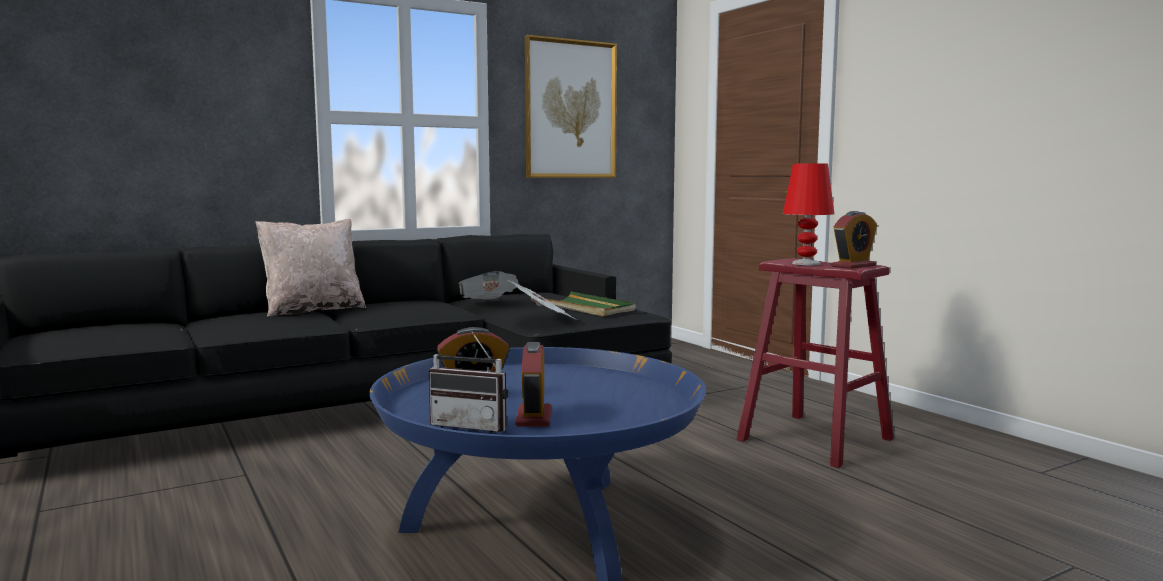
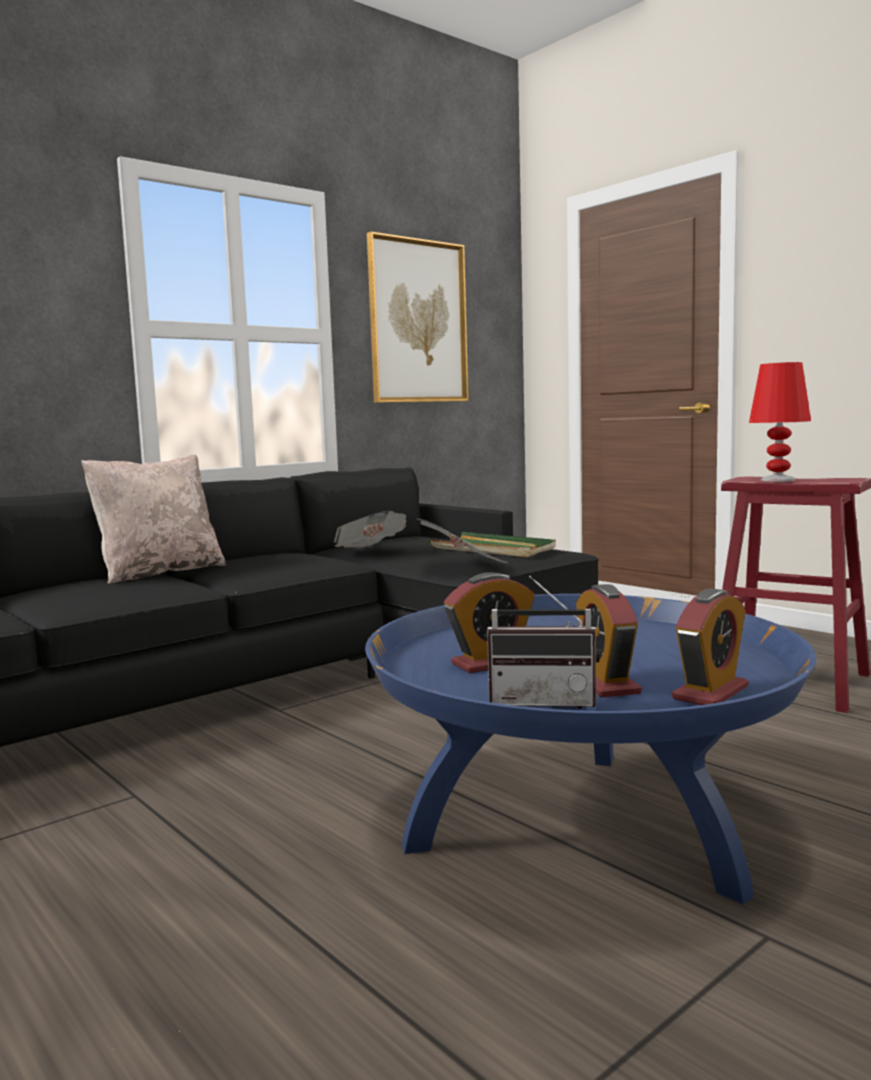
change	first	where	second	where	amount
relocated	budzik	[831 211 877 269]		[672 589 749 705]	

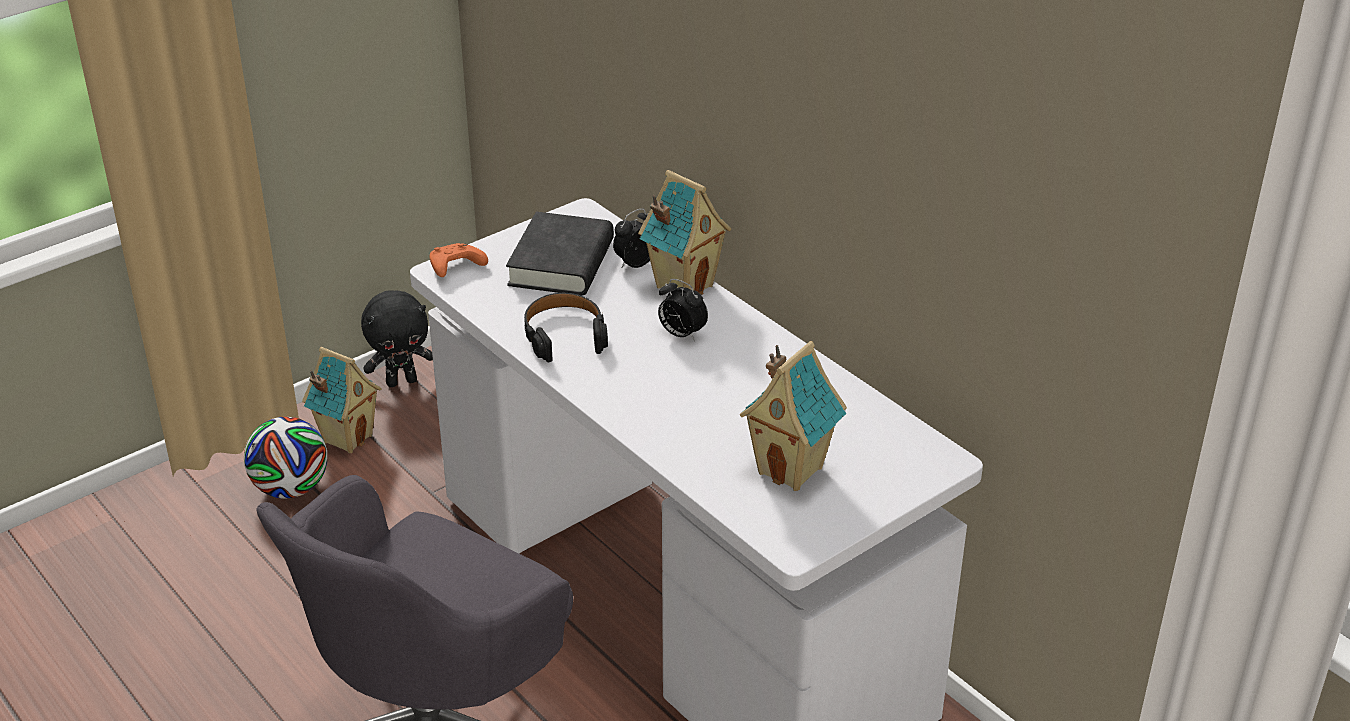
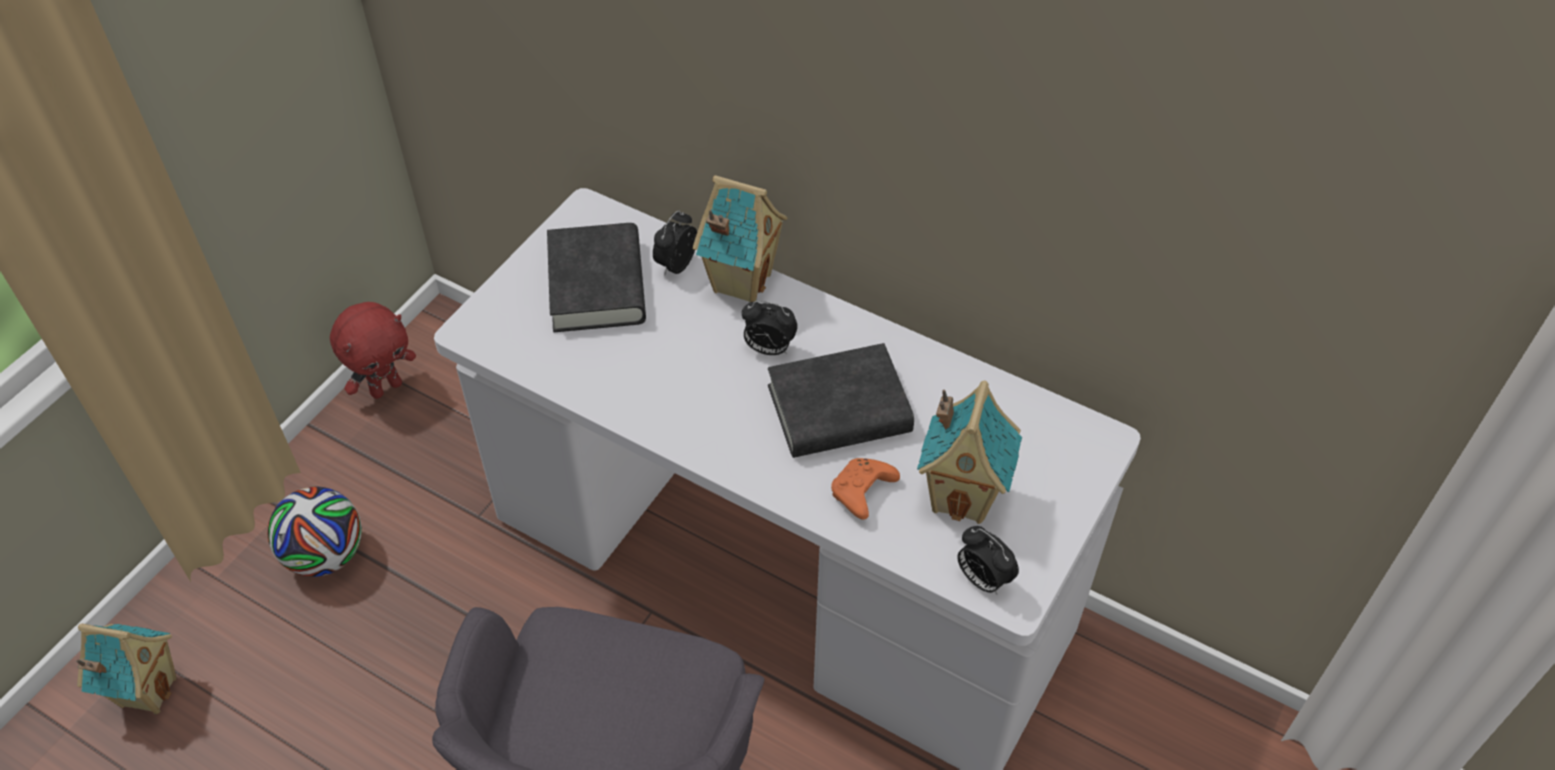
change	first	where	second	where	amount
relocated	domek	[302 347 382 453]		[76 624 176 714]	
colour	pluszak/czarny	[361 291 433 387]	pluszak/czerwony	[330 302 416 399]	
relocated	pad do gier/pomarańczowy	[430 243 488 277]		[831 458 900 520]	
missing	słuchawki/czarny	[524 293 608 362]			
appeared			książka/czarny	[768 343 914 458]	
appeared			budzik	[957 526 1019 594]	

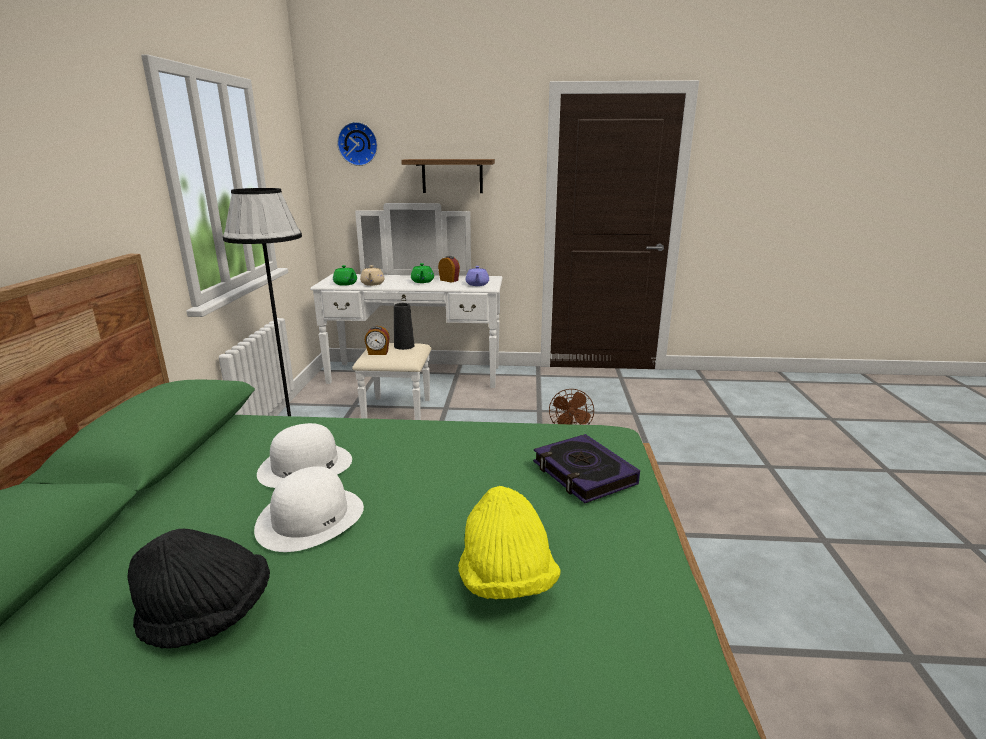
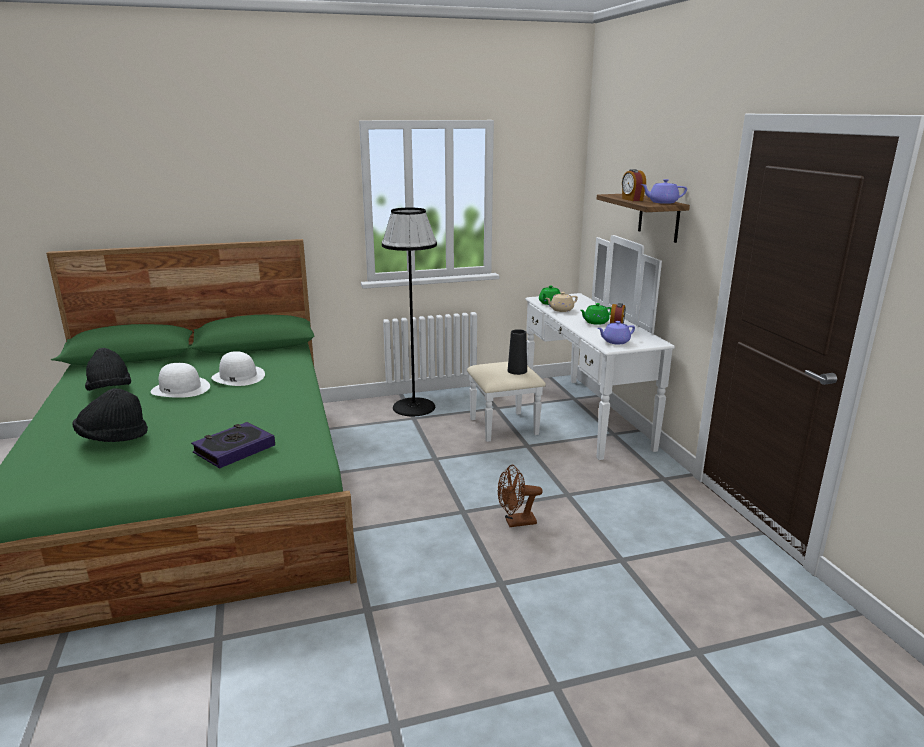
change	first	where	second	where	amount
missing	zegar ścienny	[337 122 378 166]			
relocated	budzik	[365 326 390 355]		[622 169 646 201]	
colour	kapelusz/żółty	[458 486 560 599]	kapelusz/czarny	[72 388 148 442]	
appeared			imbryk/fioletowy	[641 179 687 204]	

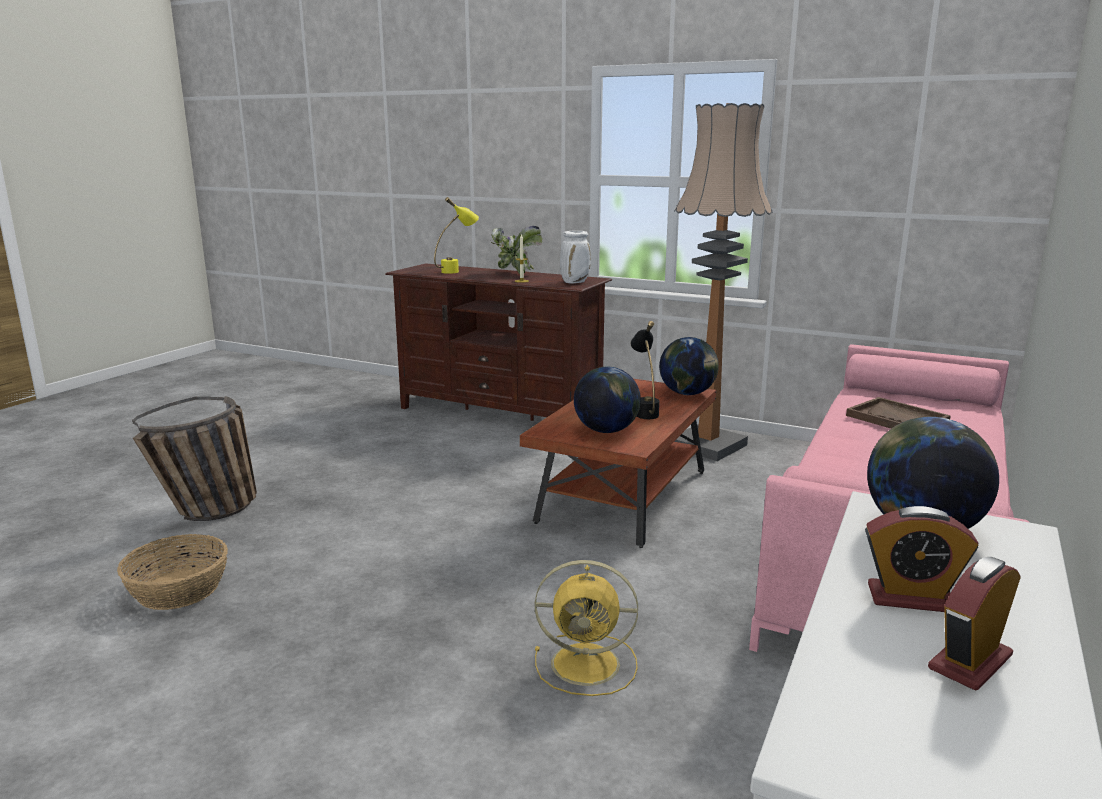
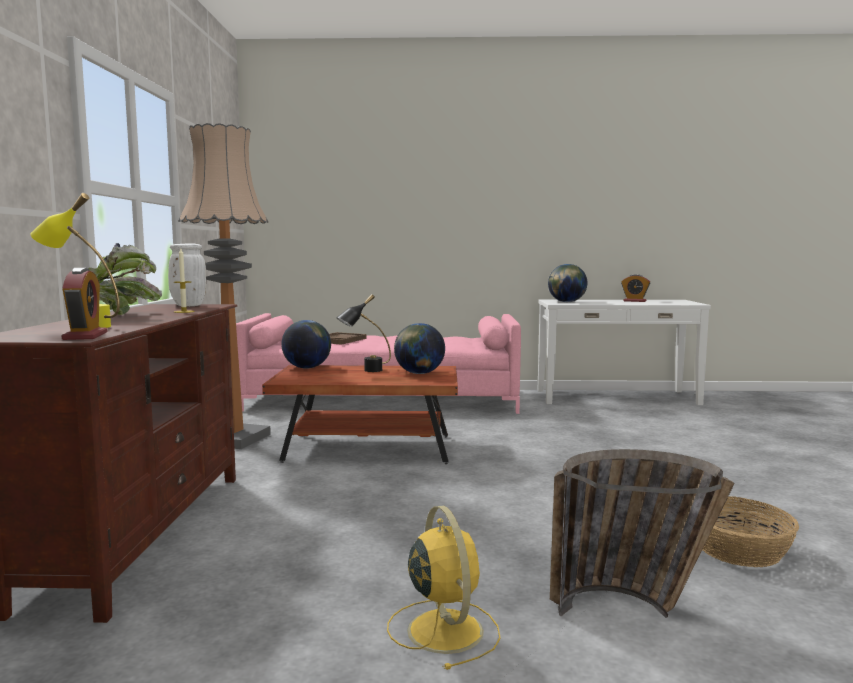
change	first	where	second	where	amount
relocated	wentylator/żółty	[535 560 638 696]		[387 506 501 670]	
relocated	budzik	[865 506 979 612]		[61 268 107 340]	

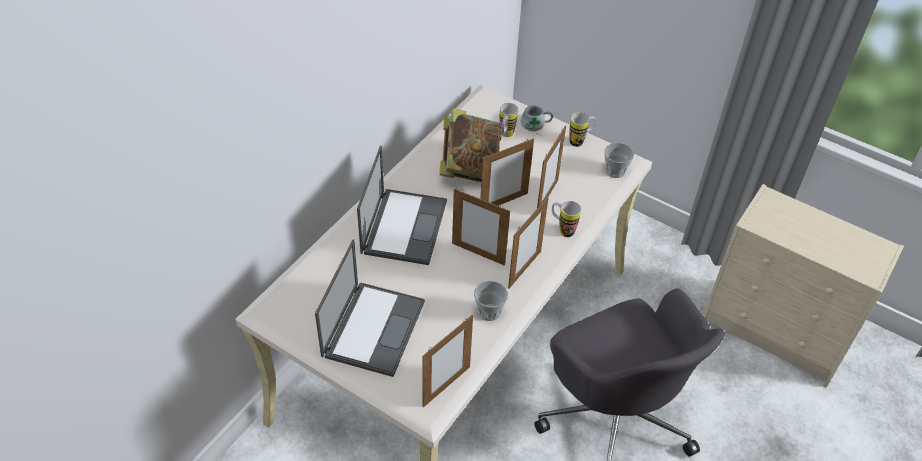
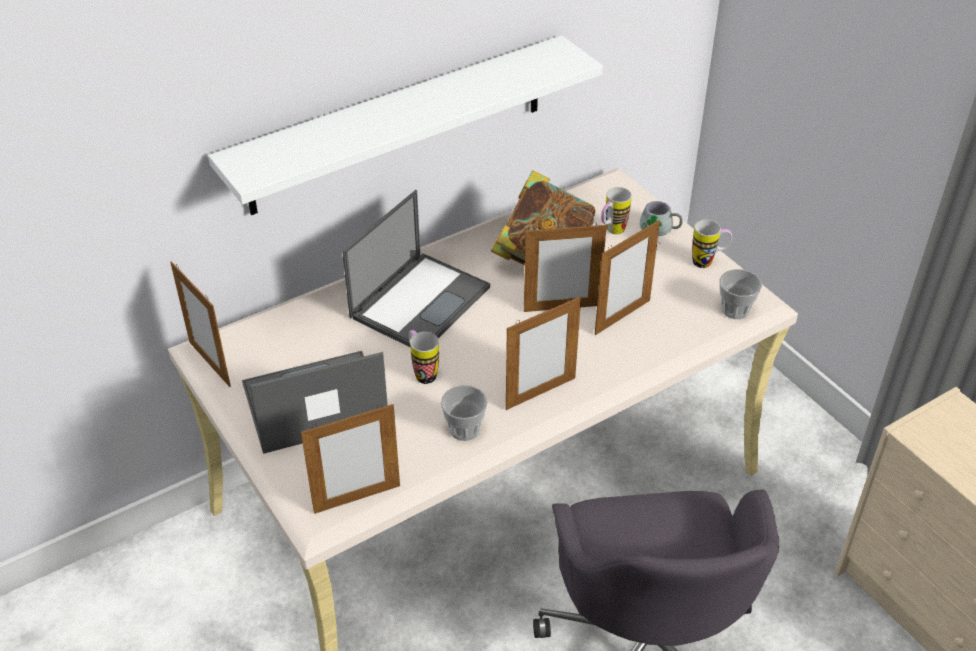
change	first	where	second	where	amount
spun	laptop	[315 239 425 377]		[242 351 388 454]	150 degrees counterclockwise
relocated	ramka na zdjęcie	[452 189 510 266]		[170 261 231 387]	
relocated	kubek	[552 201 581 237]		[408 330 439 384]	
appeared			półka/biały	[208 35 603 215]	

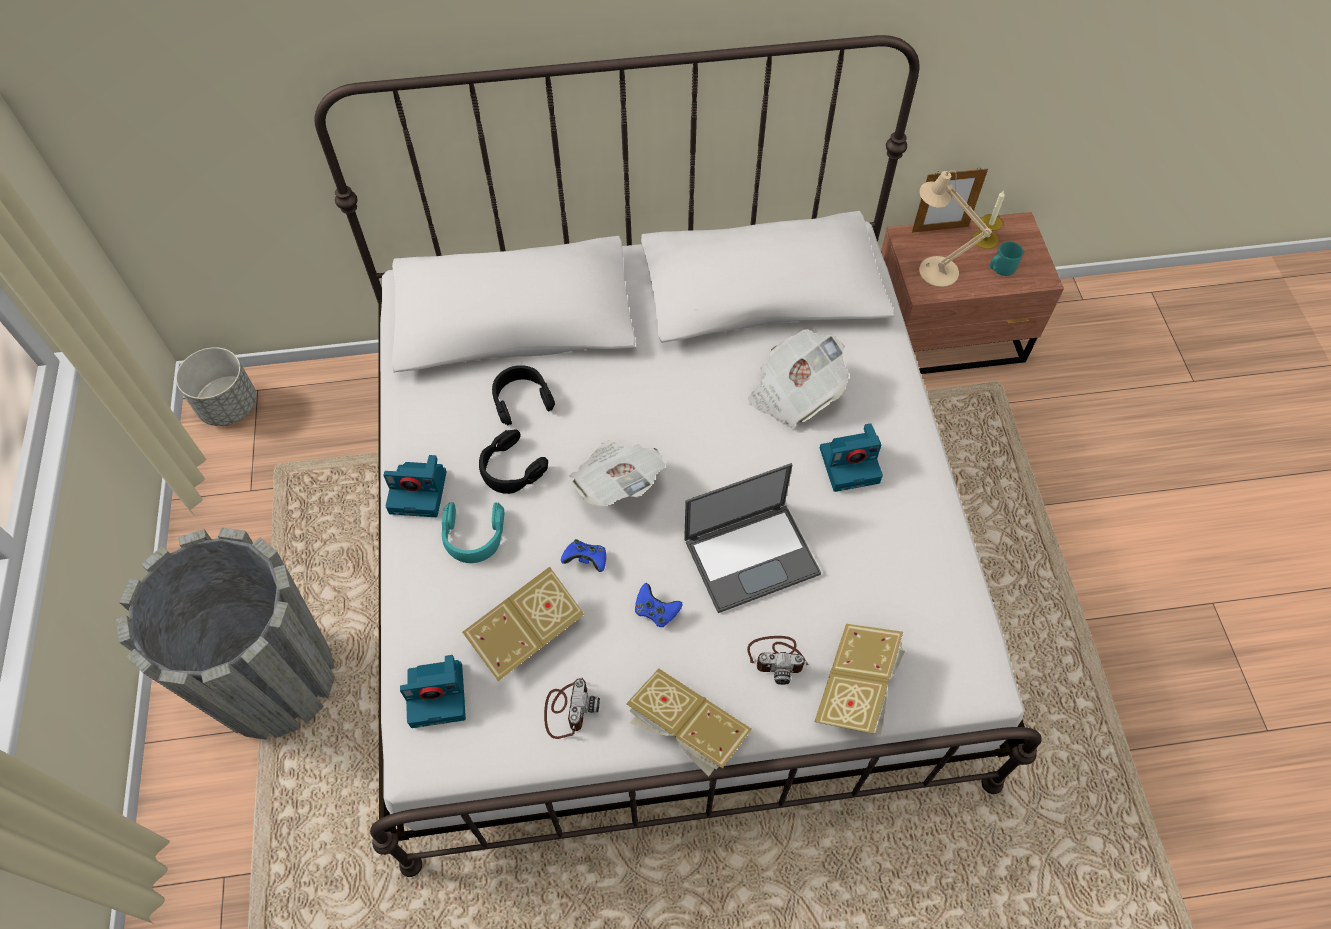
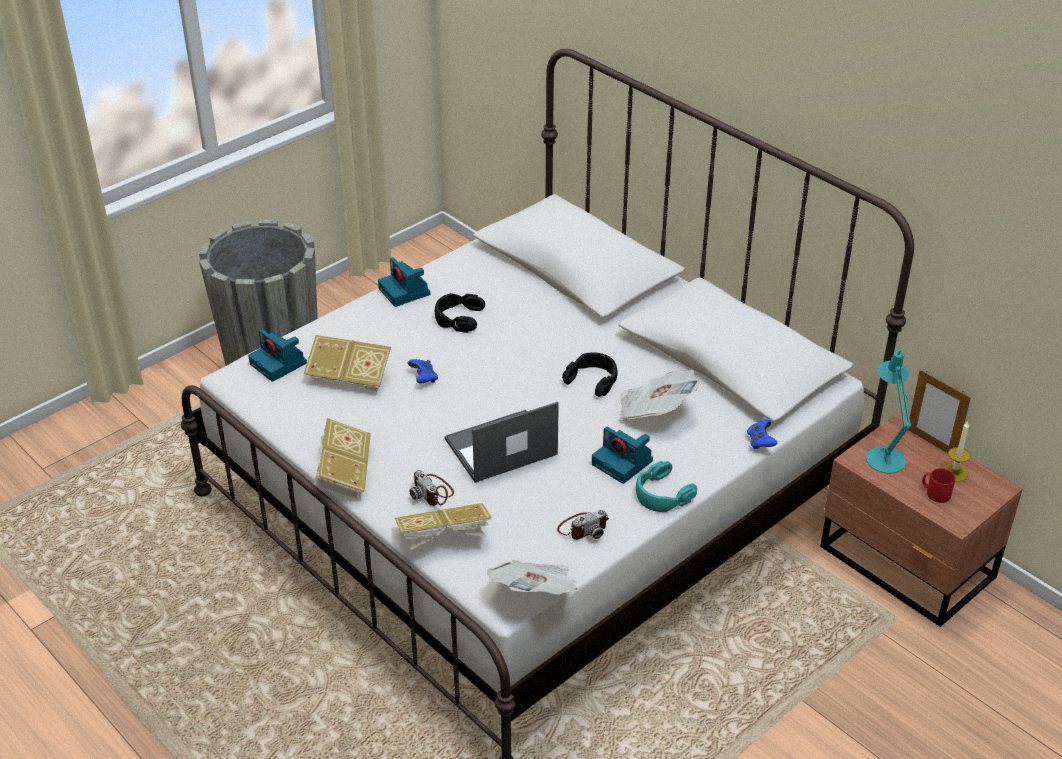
change	first	where	second	where	amount
missing	donica/szary	[176 347 256 426]			
relocated	słuchawki/turkusowy	[442 502 504 563]		[636 461 697 512]	
relocated	słuchawki/czarny	[492 365 555 425]		[562 352 618 397]	
relocated	aparat fotograficzny	[544 678 600 739]		[557 510 609 540]	
relocated	gazeta	[569 440 666 506]		[487 560 577 594]	
relocated	pad do gier/niebieski	[635 583 683 627]		[747 419 777 449]	
spun	laptop	[684 463 821 613]		[445 402 559 483]	120 degrees clockwise
colour	lampa stołowa/beżowy	[919 170 991 287]	lampa stołowa/turkusowy	[866 350 911 473]	
colour	kubek/turkusowy	[990 241 1023 276]	kubek/czerwony	[923 468 955 503]	

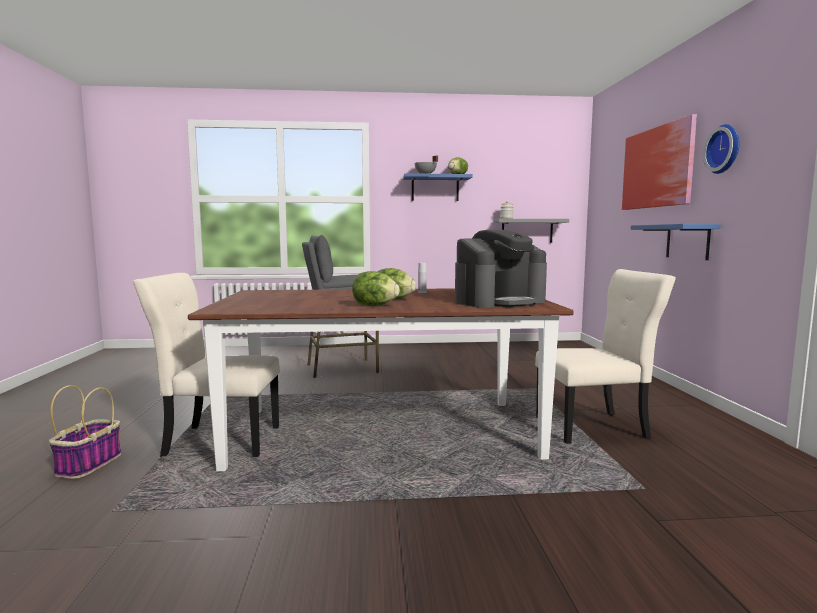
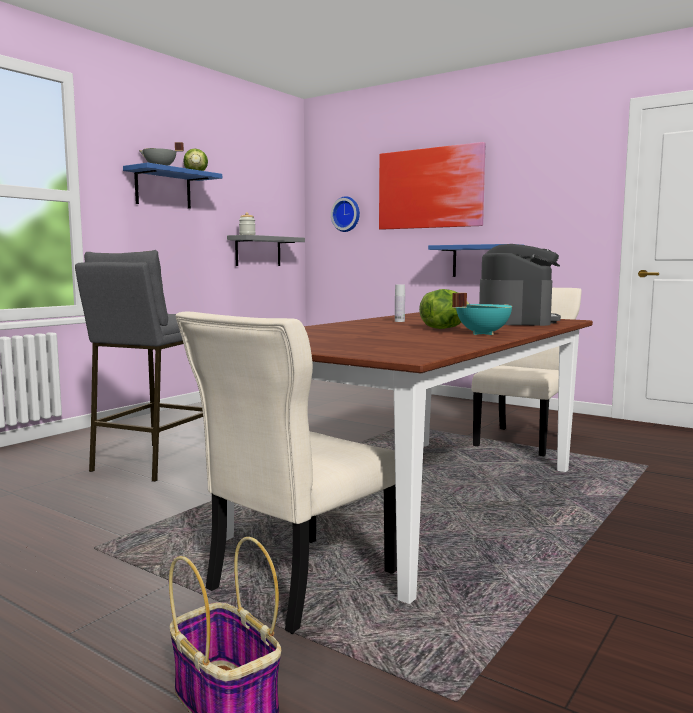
change	first	where	second	where	amount
exchanged	sałata	[352 271 400 306]	garnek/turkusowy	[452 293 512 335]	
relocated	zegar ścienny	[703 124 740 174]		[331 196 360 232]	

